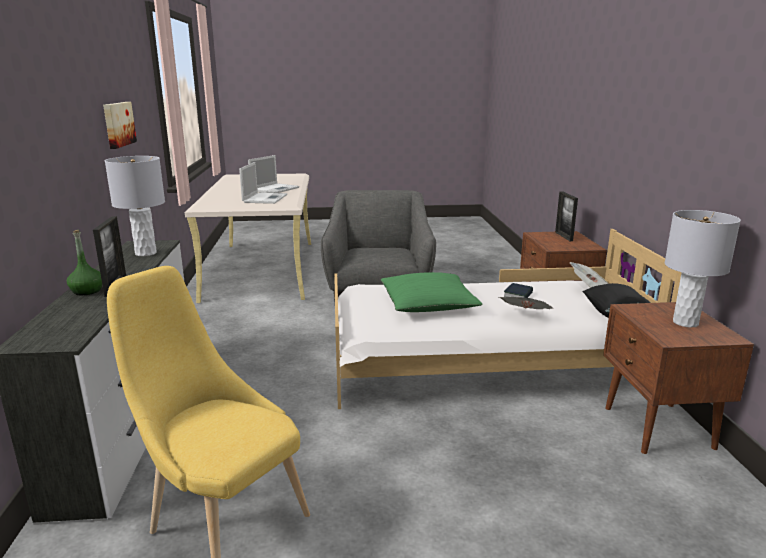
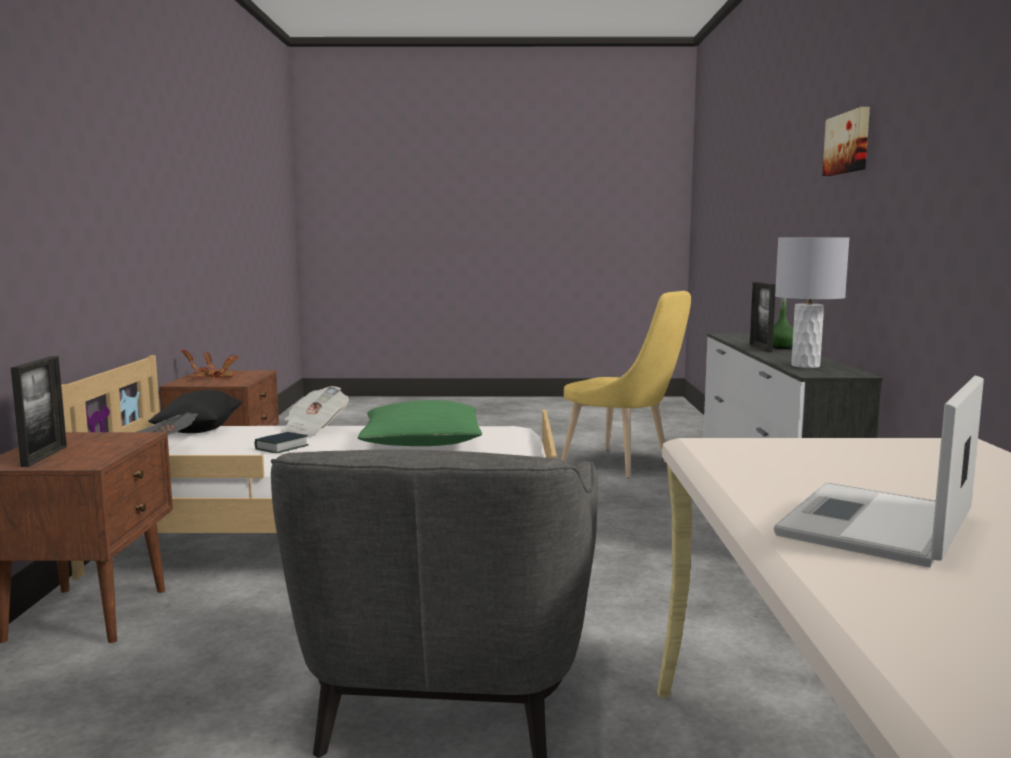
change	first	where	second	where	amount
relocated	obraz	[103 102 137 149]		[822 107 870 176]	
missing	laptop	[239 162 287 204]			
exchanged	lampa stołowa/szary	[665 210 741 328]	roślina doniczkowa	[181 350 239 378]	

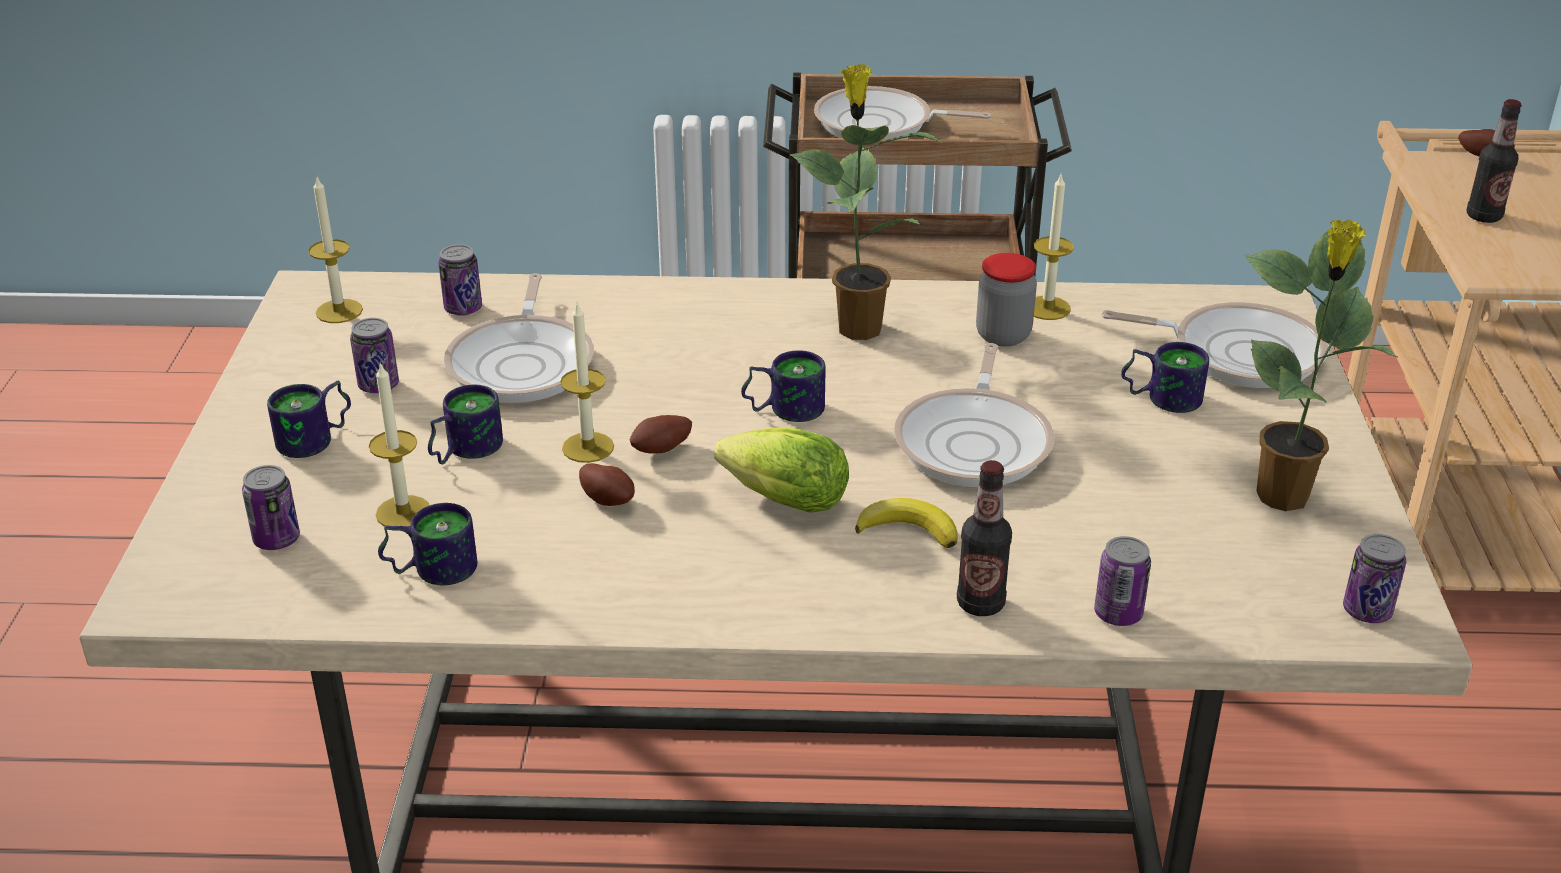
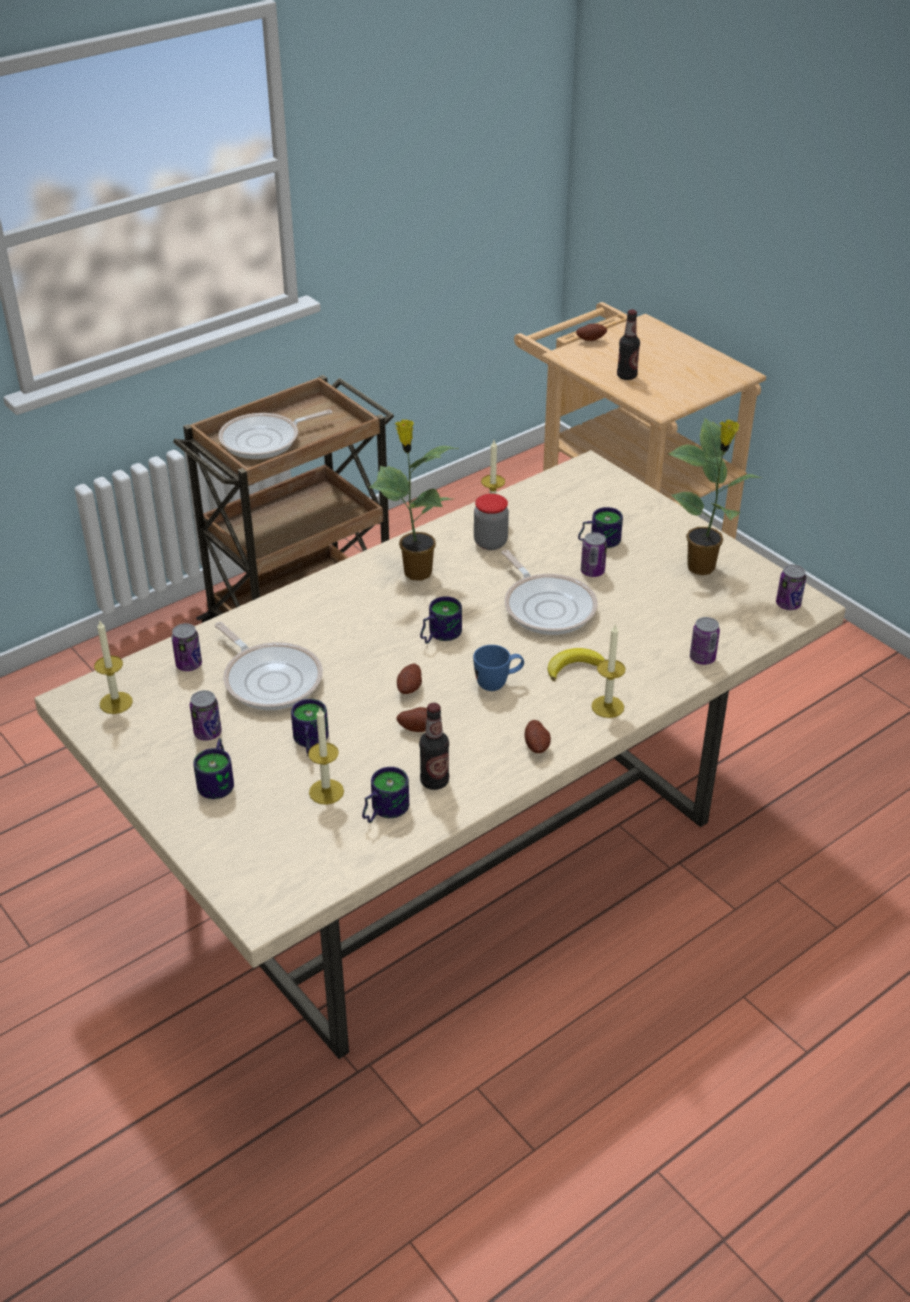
change	first	where	second	where	amount
relocated	puszka	[242 465 300 550]		[581 532 607 577]	
relocated	świeca	[560 303 614 463]		[592 623 626 718]	
exchanged	sałata	[714 427 849 513]	kubek/niebieski	[473 645 524 691]	
relocated	butelka	[957 460 1012 616]		[419 703 449 790]	
missing	patelnia	[1101 302 1328 388]			
appeared			ziemniak	[525 720 551 753]	

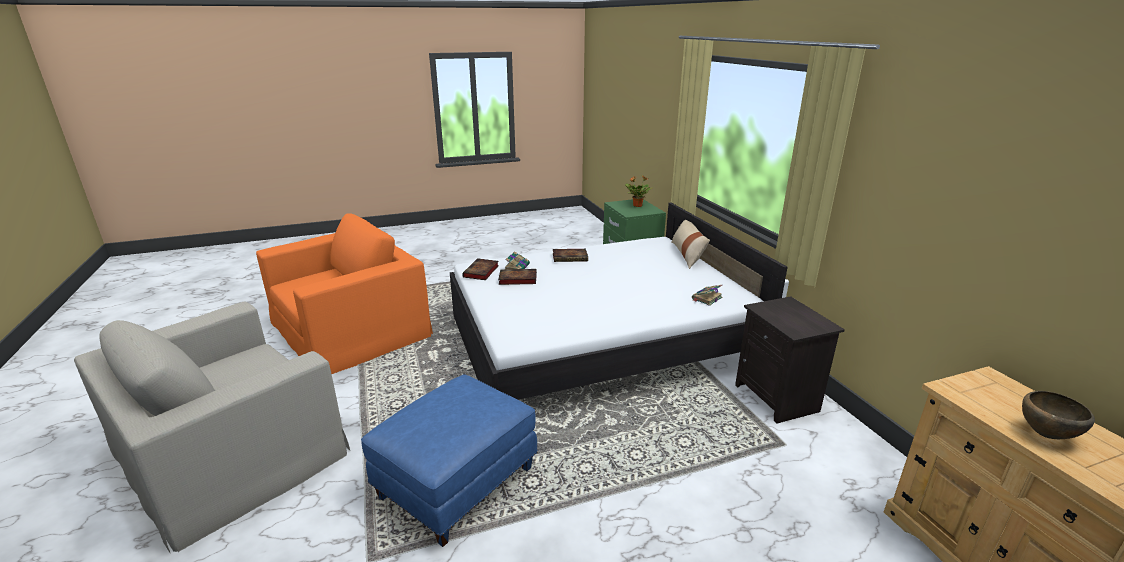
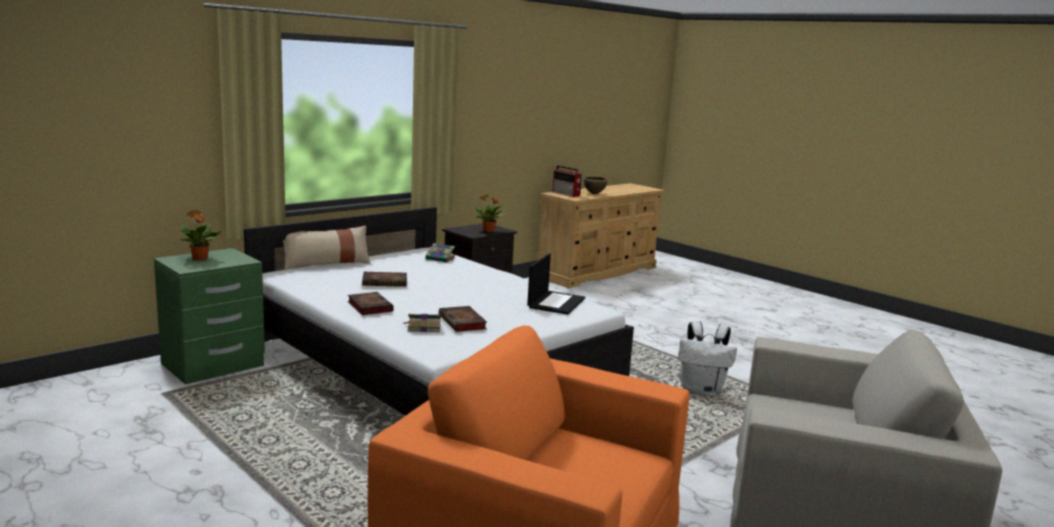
change	first	where	second	where	amount
exchanged	pufa/niebieski	[361 374 538 547]	plecak/biały	[678 321 737 397]	
relocated	książka	[462 258 499 280]		[362 272 407 287]	
appeared			roślina doniczkowa	[473 194 506 233]	
appeared			laptop	[527 253 585 315]	
appeared			radio	[552 165 582 197]	

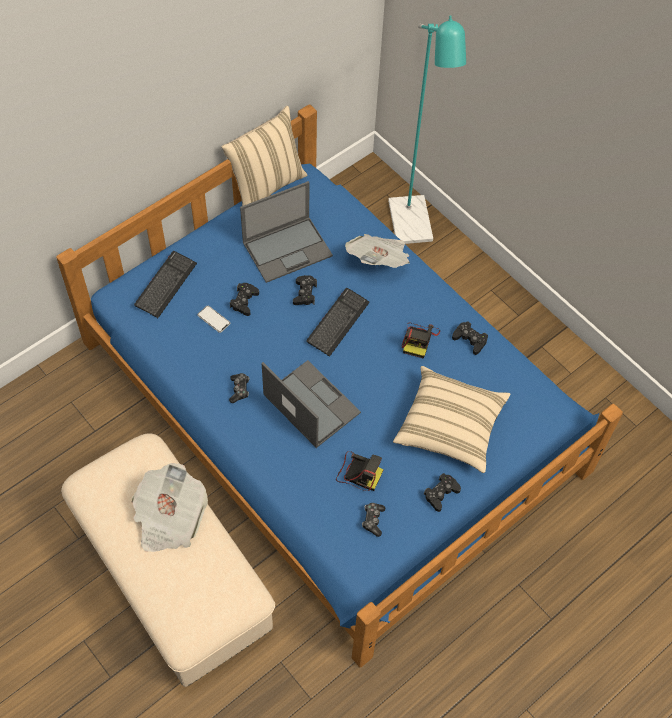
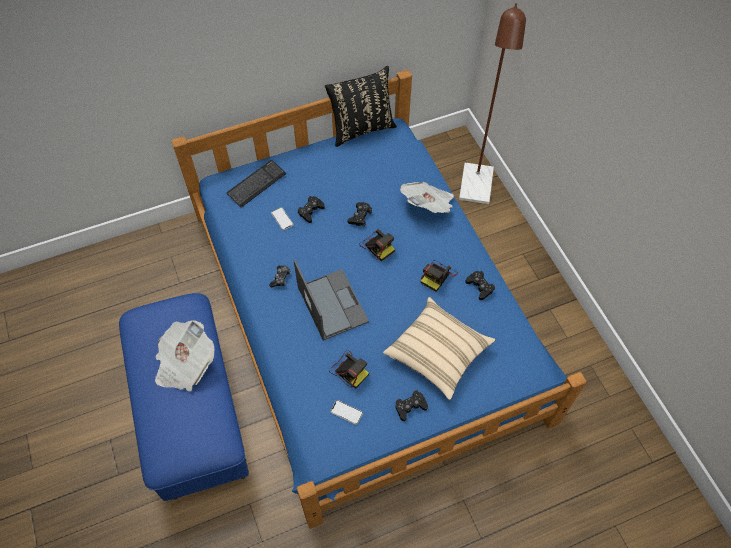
change	first	where	second	where	amount
colour	pufa/beżowy	[61 433 275 687]	pufa/niebieski	[119 293 249 501]	
colour	poduszka/beżowy	[222 106 307 206]	poduszka/czarny	[325 66 397 147]	
missing	laptop	[240 181 333 283]			
exchanged	klawiatura	[306 288 370 357]	aparat fotograficzny	[359 229 395 261]	
exchanged	pad do gier	[362 503 385 537]	telefon	[330 400 363 425]	
colour	lampa stojąca/turkusowy	[388 15 466 244]	lampa stojąca/brązowy	[459 3 526 204]	

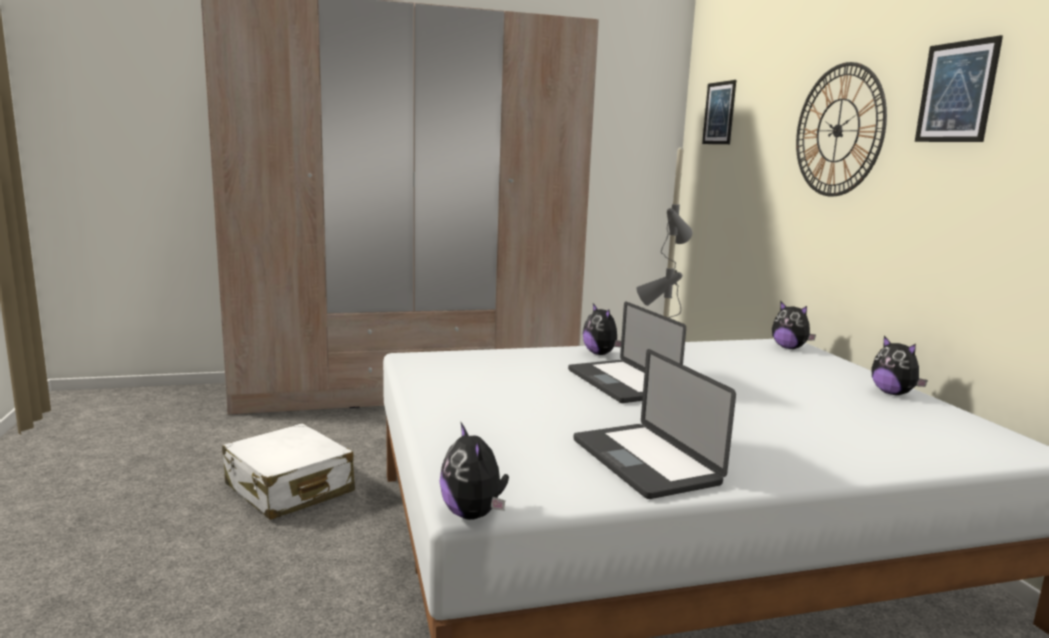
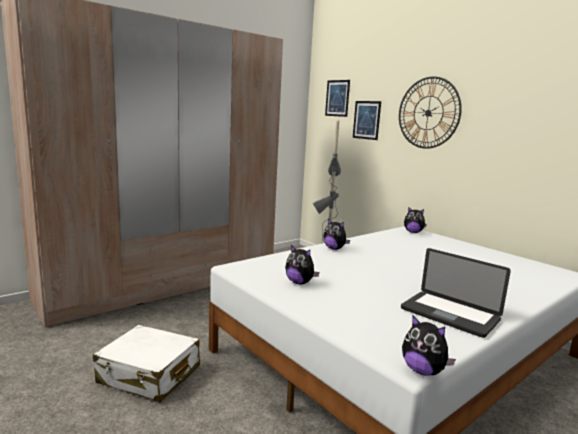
change	first	where	second	where	amount
missing	laptop	[568 301 686 403]			
relocated	pluszak	[871 336 928 395]		[285 245 319 284]	
relocated	obraz	[915 35 1003 142]		[353 101 381 140]	

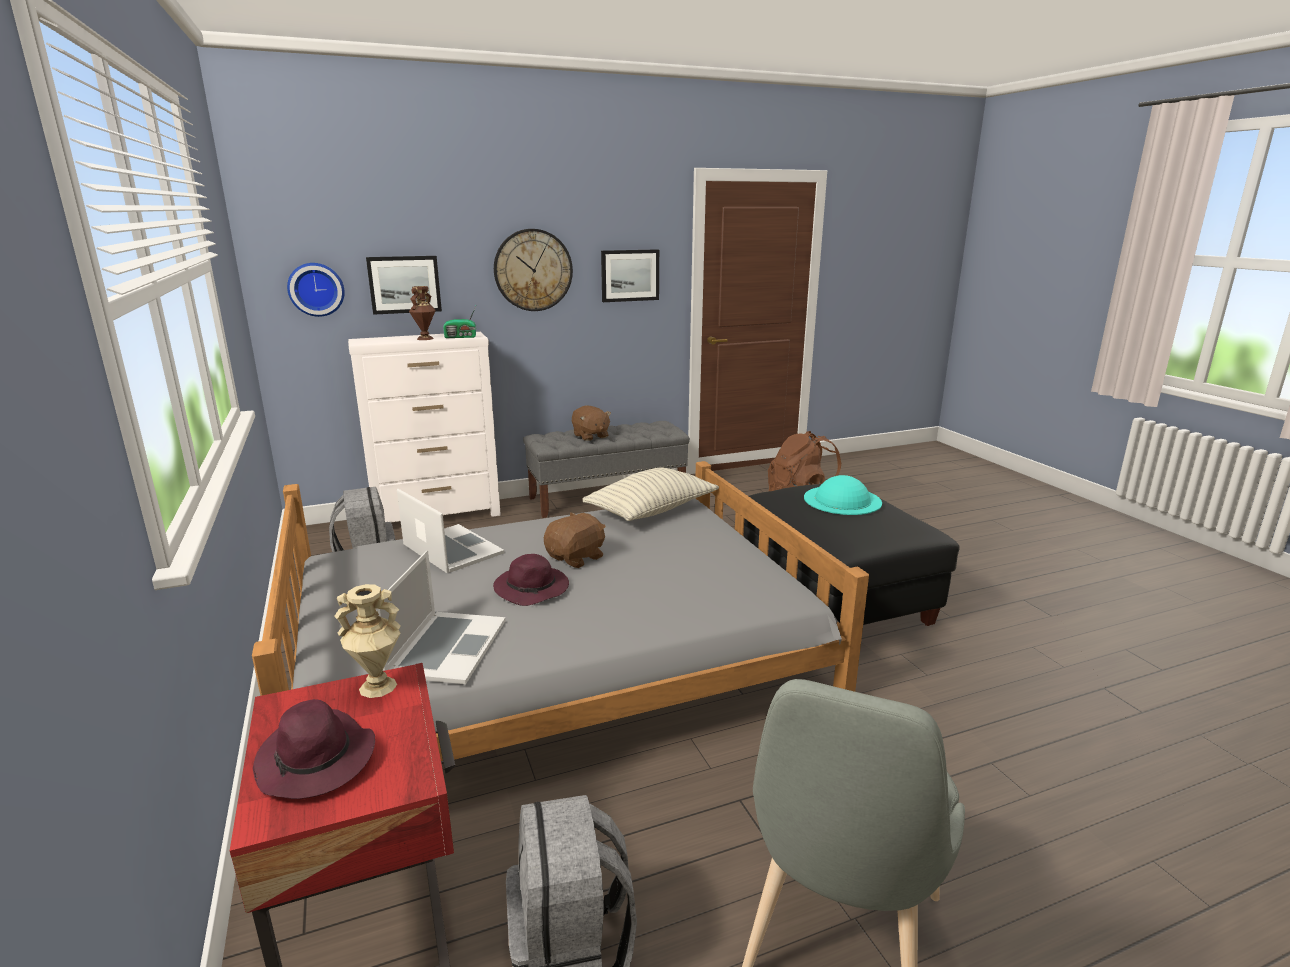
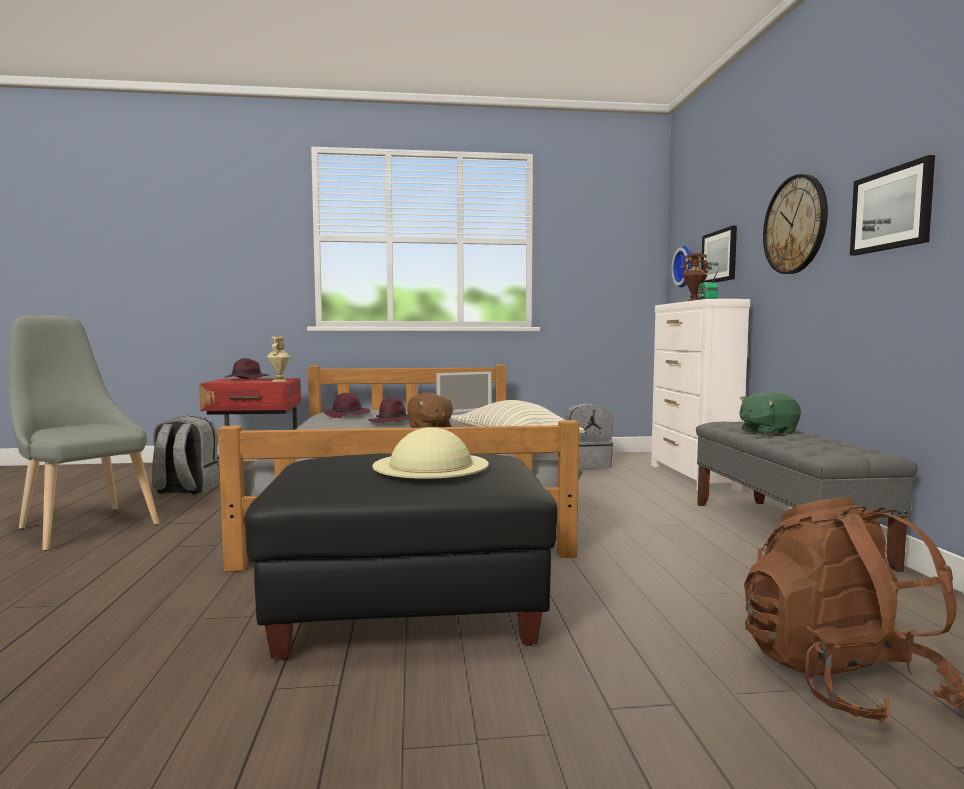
change	first	where	second	where	amount
exchanged	laptop	[376 550 506 684]	kapelusz/fioletowy	[324 393 370 418]	
colour	pluszak/brązowy	[572 405 611 441]	pluszak/zielony	[739 392 801 436]	
colour	kapelusz/turkusowy	[804 475 882 515]	kapelusz/beżowy	[373 427 489 479]	

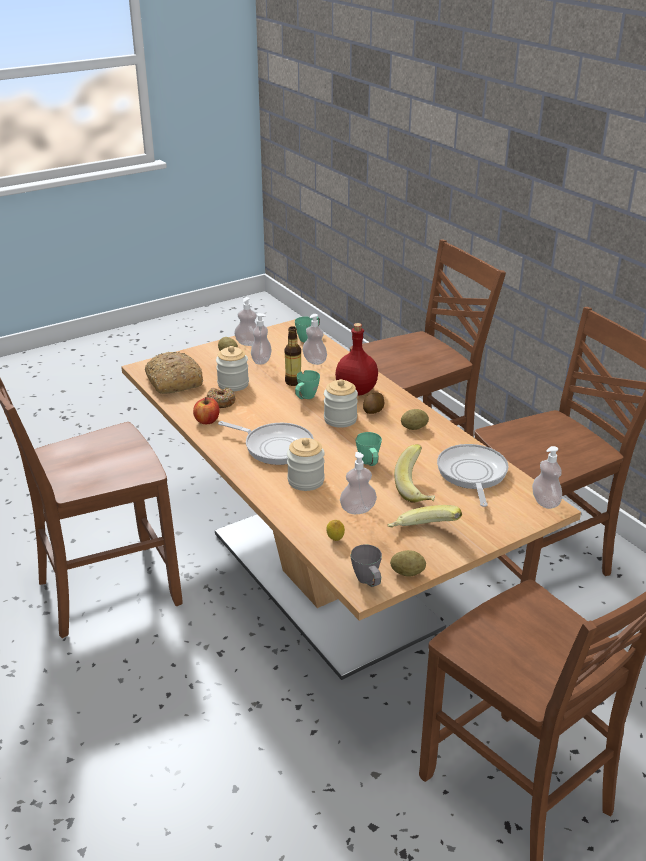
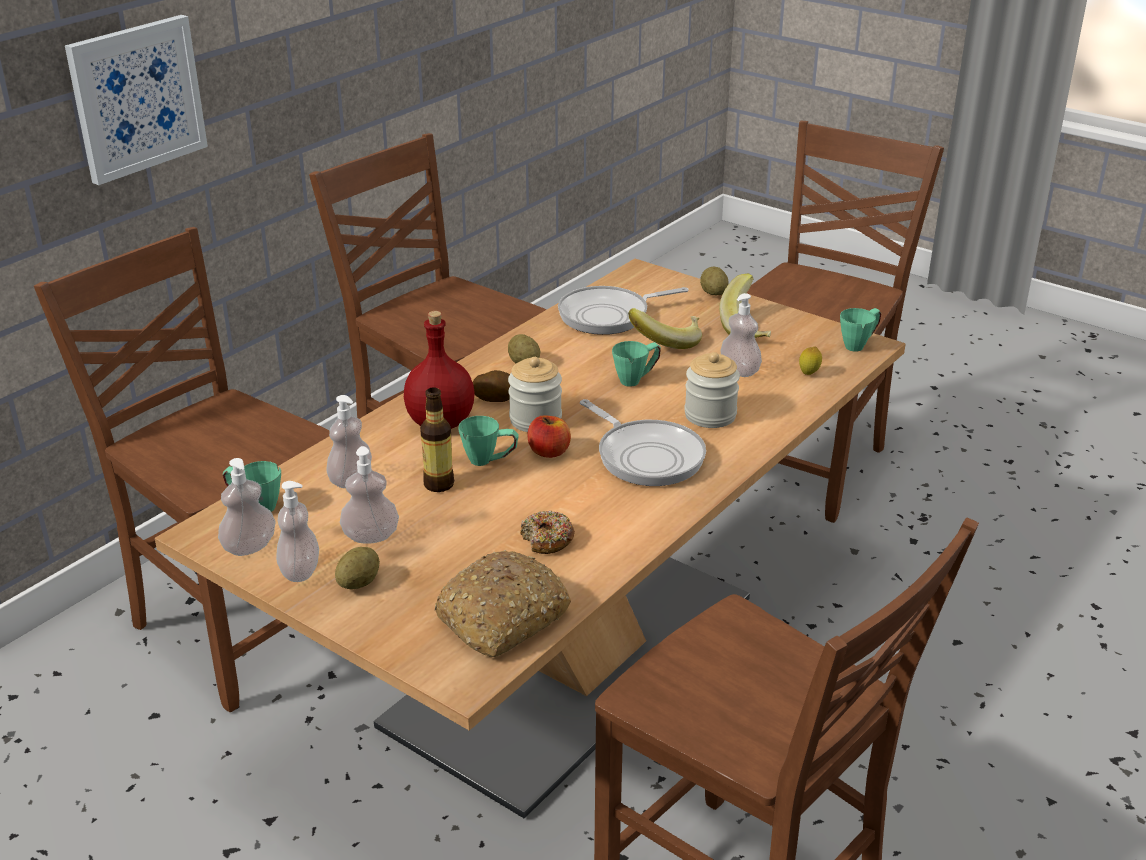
change	first	where	second	where	amount
relocated	jabłko	[193 397 219 424]		[528 415 571 458]	
missing	słoik	[216 346 249 391]			
spun	patelnia	[218 421 314 465]		[580 399 706 486]	135 degrees clockwise
colour	kubek/szary	[350 544 382 587]	kubek/zielony	[840 308 881 352]	
relocated	ziemniak	[390 550 426 577]		[700 267 728 295]	
relocated	dozownik mydła	[532 446 562 509]		[218 458 276 556]	
appeared			obraz	[65 15 208 185]	

